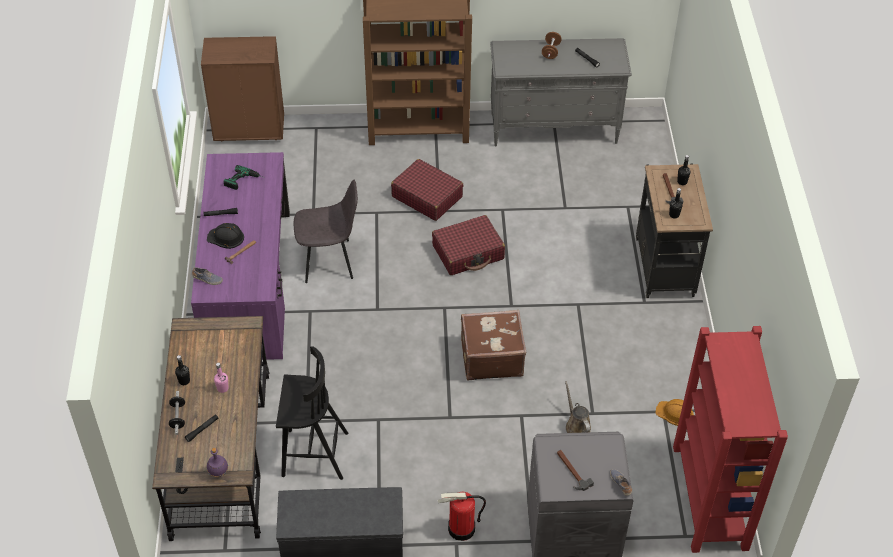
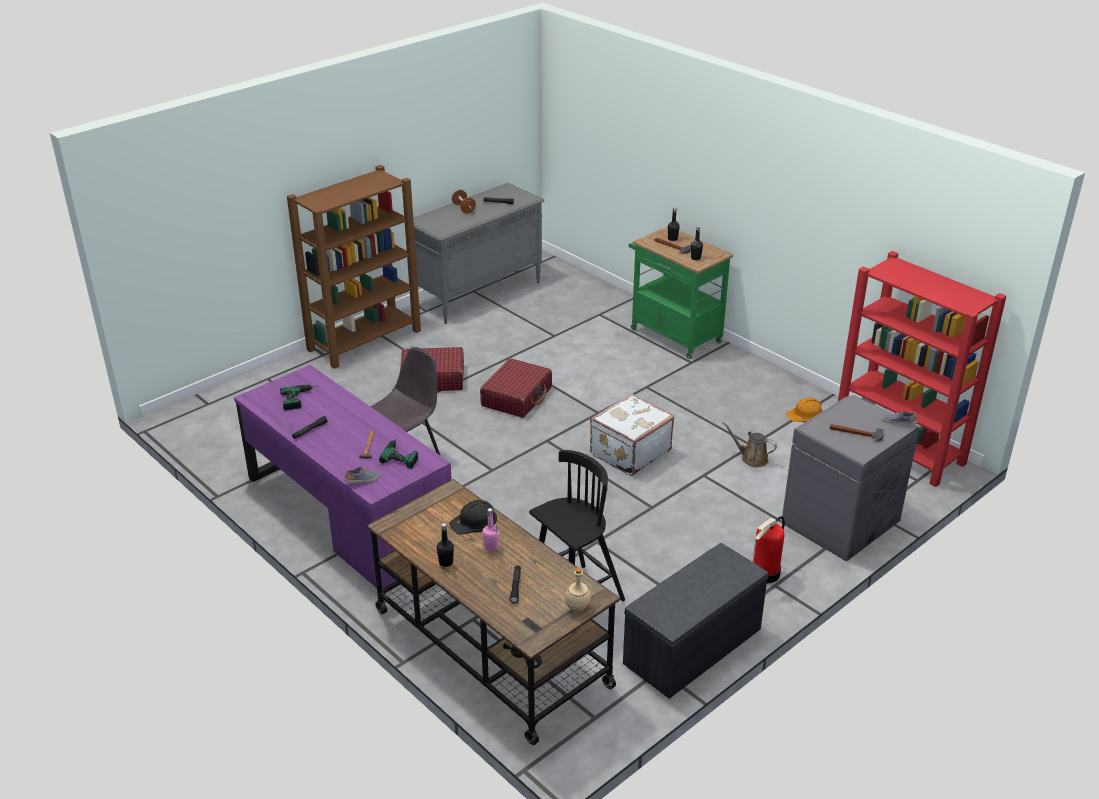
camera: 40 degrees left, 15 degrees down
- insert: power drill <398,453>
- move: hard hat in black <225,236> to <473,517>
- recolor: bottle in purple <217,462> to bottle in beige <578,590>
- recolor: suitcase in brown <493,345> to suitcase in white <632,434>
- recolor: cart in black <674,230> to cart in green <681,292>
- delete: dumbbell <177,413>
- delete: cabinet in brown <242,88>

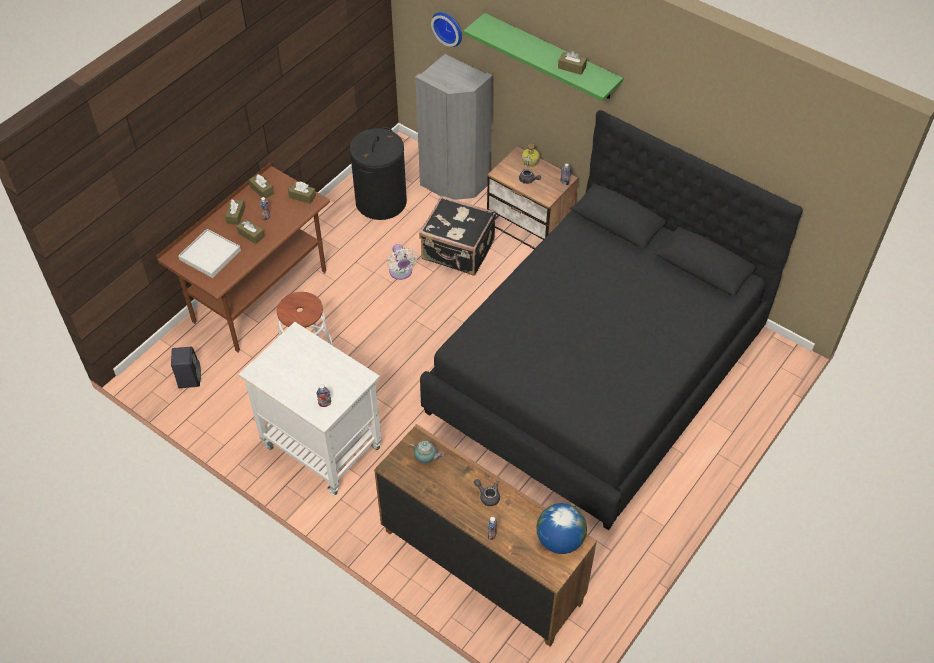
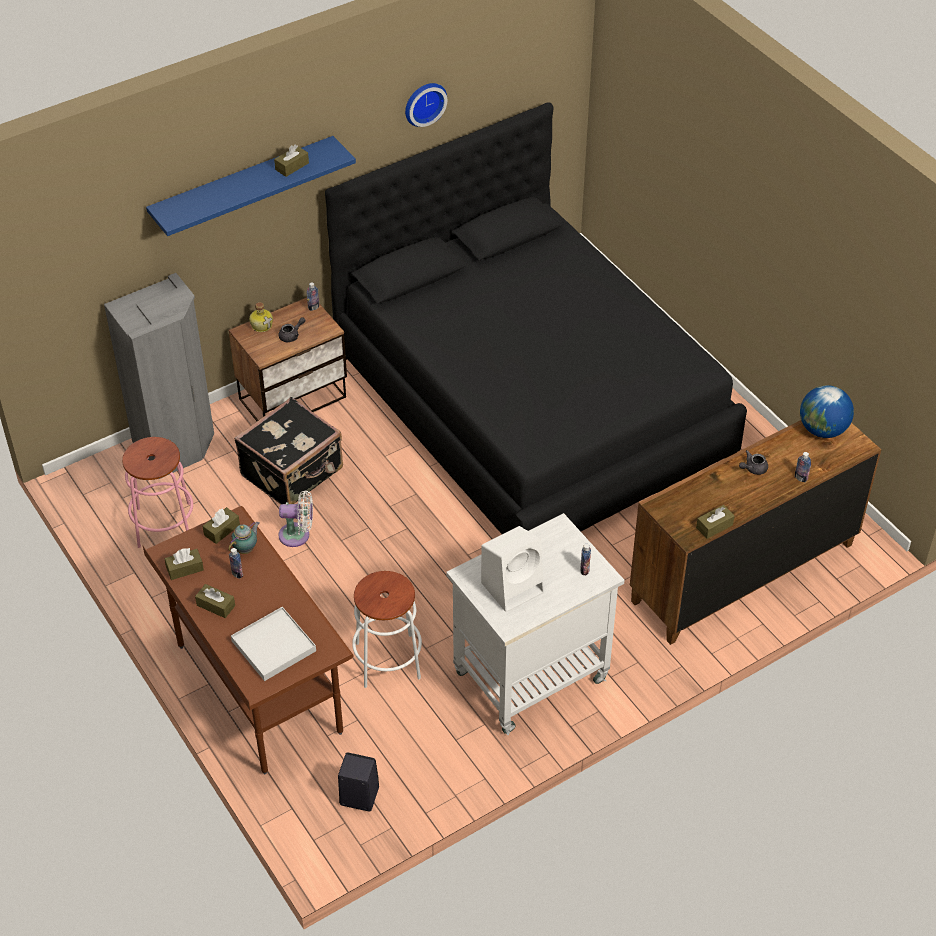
camera: 70 degrees left, 5 degrees down
- replace: laundry basket in black <378,173> to stool in pink <157,492>
- recolor: shelf in green <543,57> to shelf in blue <251,186>
- move: teapot <426,452> to <244,538>
- move: wall clock <446,29> to <426,105>
- insert: speaker in white <512,569>
- move: tissue box in brown <251,231> to <715,522>

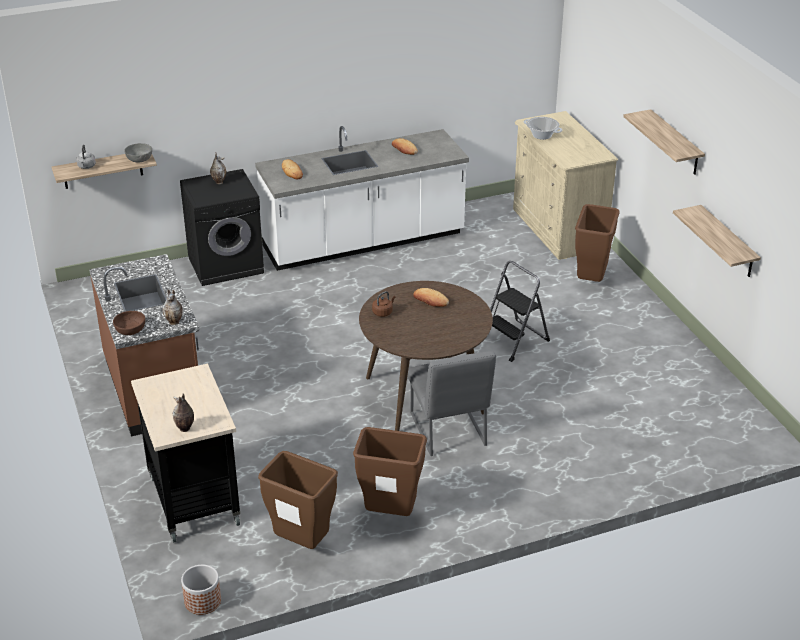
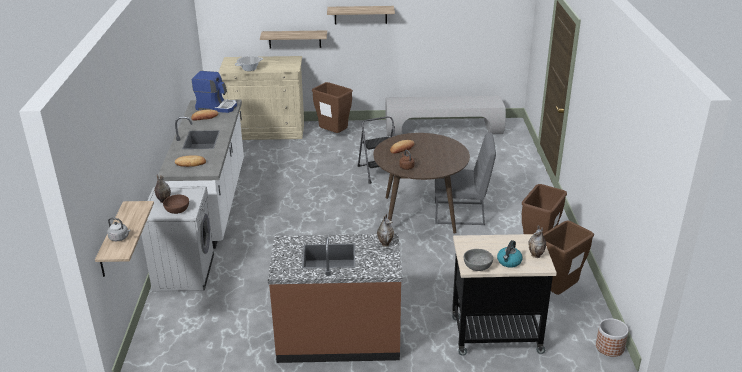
camera: 70 degrees left, 5 degrees down
- recolor: washing machine in black <222,227> to washing machine in white <177,238>
- move: bowl in brown <129,323> to <176,204>
- insert: coffee machine <214,92>
- move: shelf <717,241> to <293,39>
- insert: bench in grey <446,116>
- move: bowl in grey <138,152> to <478,260>
- insert: kettle <510,254>

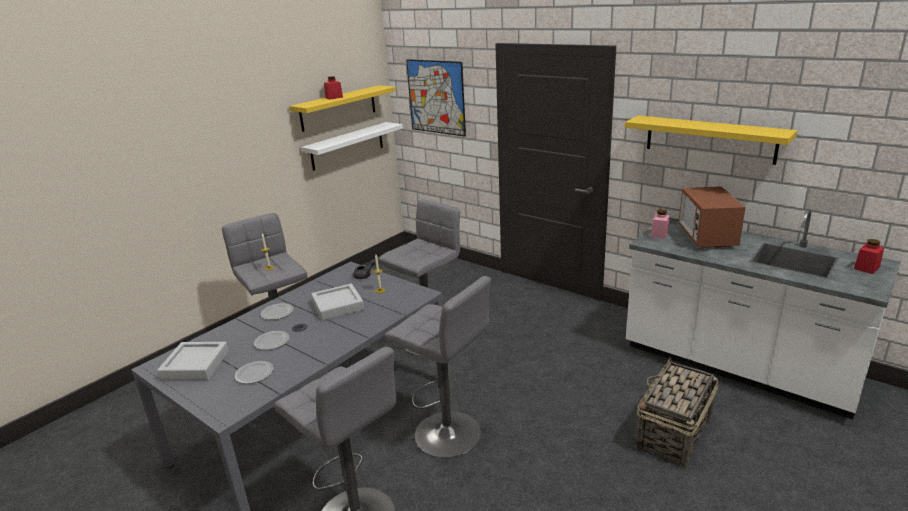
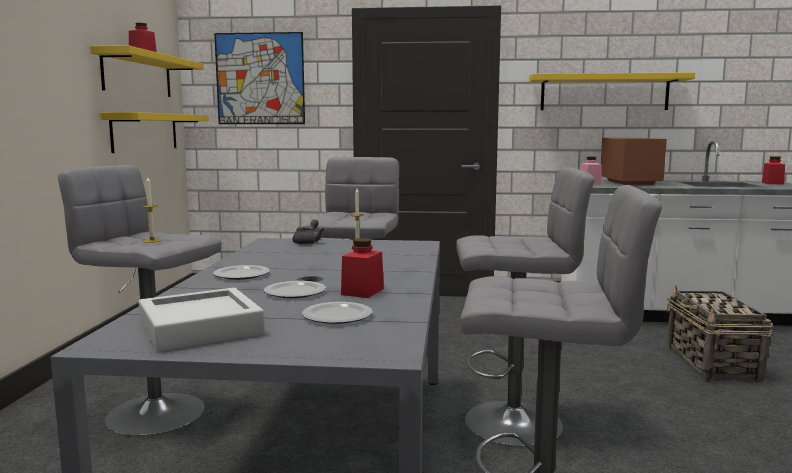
camera: 35 degrees left, 15 degrees down
- recolor: shelf in white <352,146> to shelf in yellow <154,132>
- insert: jar in red <362,268>
- rotate: microwave <712,217> = <634,161> 150 degrees counterclockwise
- delete: tray in grey <337,302>

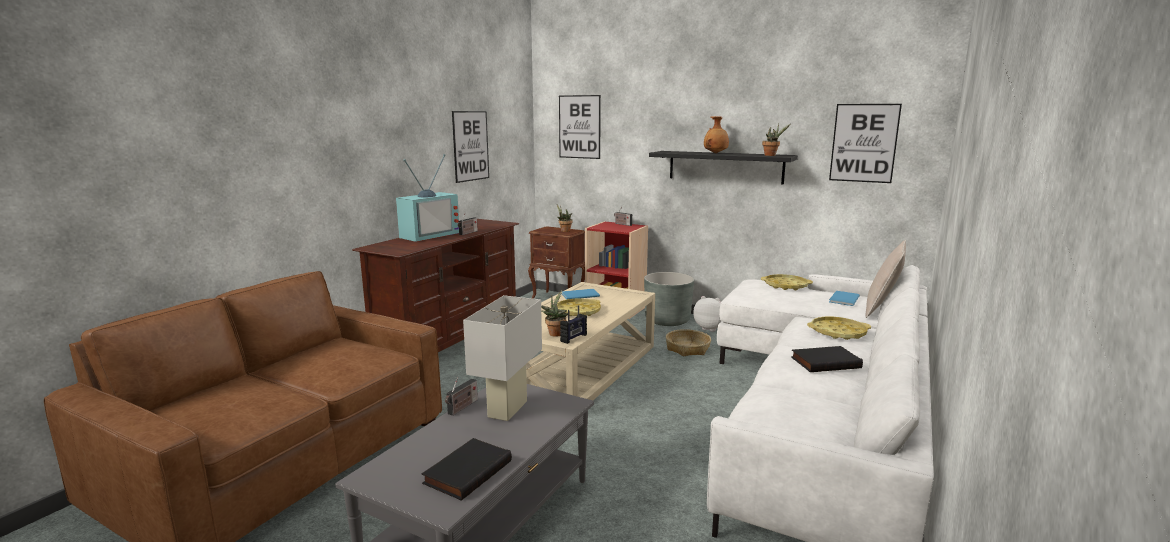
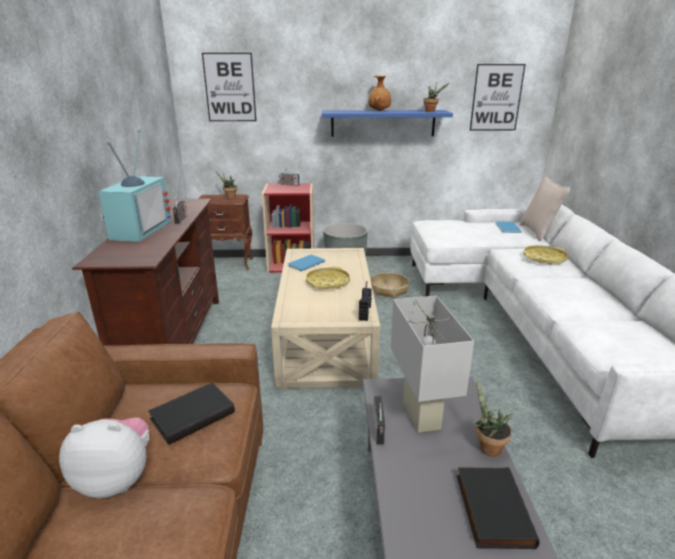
camera: 30 degrees left, 10 degrees up
- move: plush toy <707,314> to <104,458>
- move: book in black <827,359> to <191,413>
- recolor: shelf in black <723,168> to shelf in blue <387,123>
- move: potted plant <554,313> to <493,417>
- delete: picture <470,147>
- delete: tray in yellow <787,282>

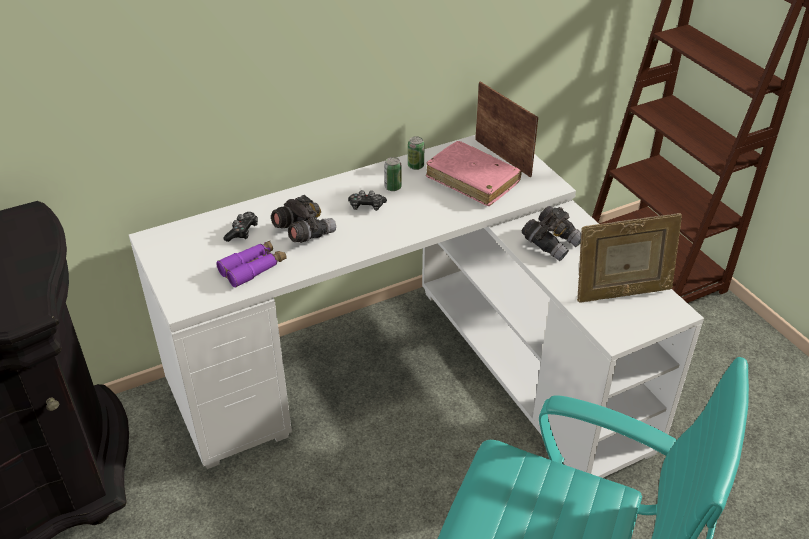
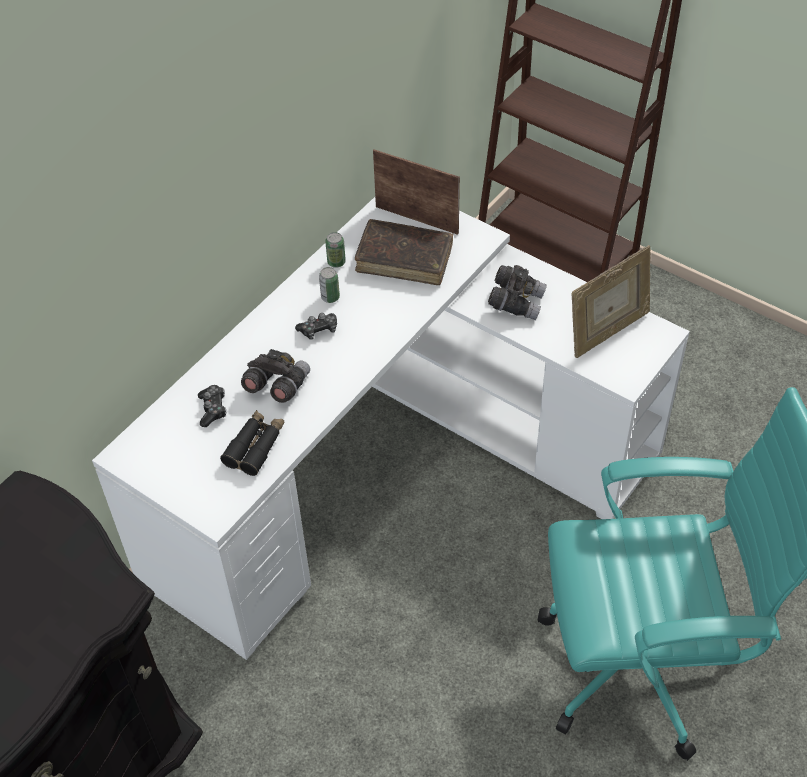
camera: 25 degrees left, 10 degrees up
- recolor: binoculars in purple <251,264> to binoculars in black <252,443>
- recolor: book in pink <474,173> to book in brown <404,252>

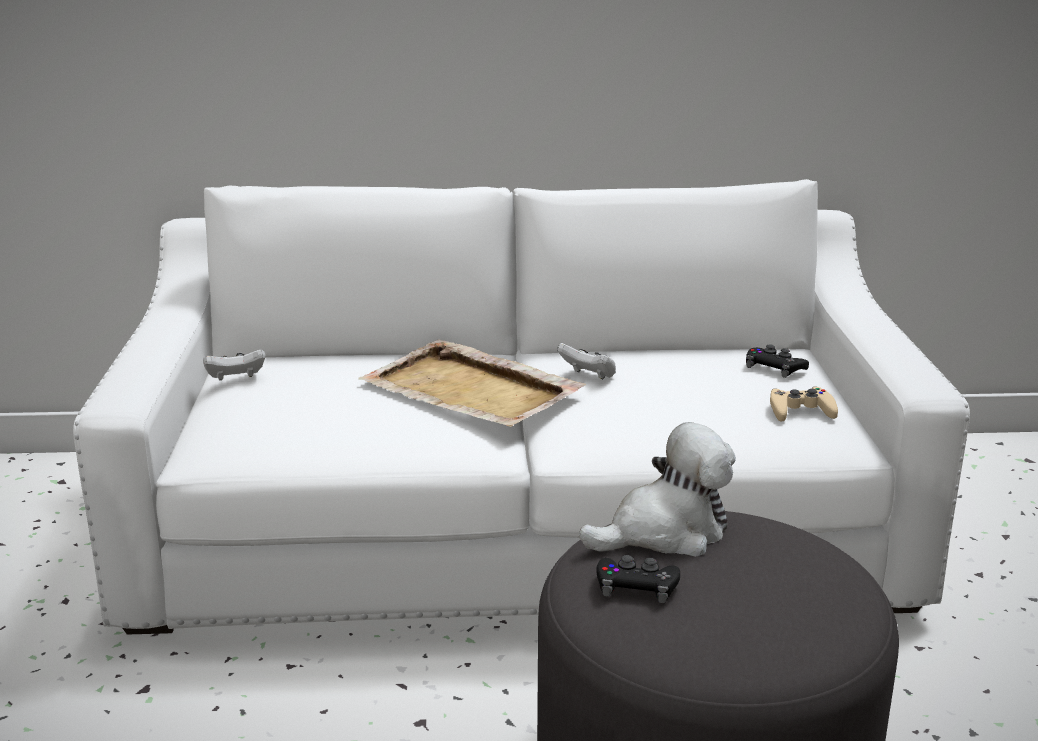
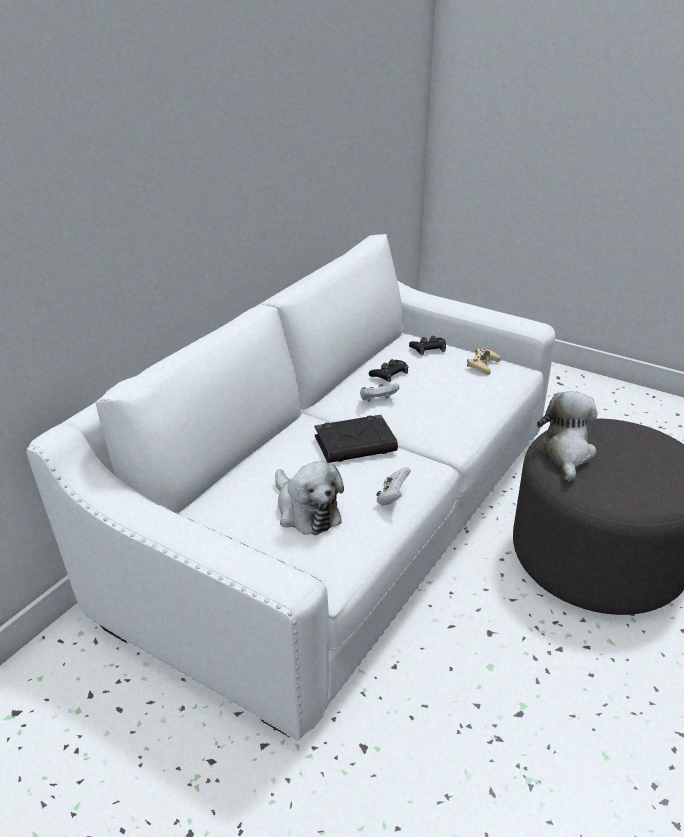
camera: 55 degrees left, 10 degrees up
- insert: plush toy <309,498>
- replace: tray in beige <472,383> to book in black <356,439>
- move: game controller in black <638,579> to <389,370>
- move: game controller in white <234,365> to <393,486>

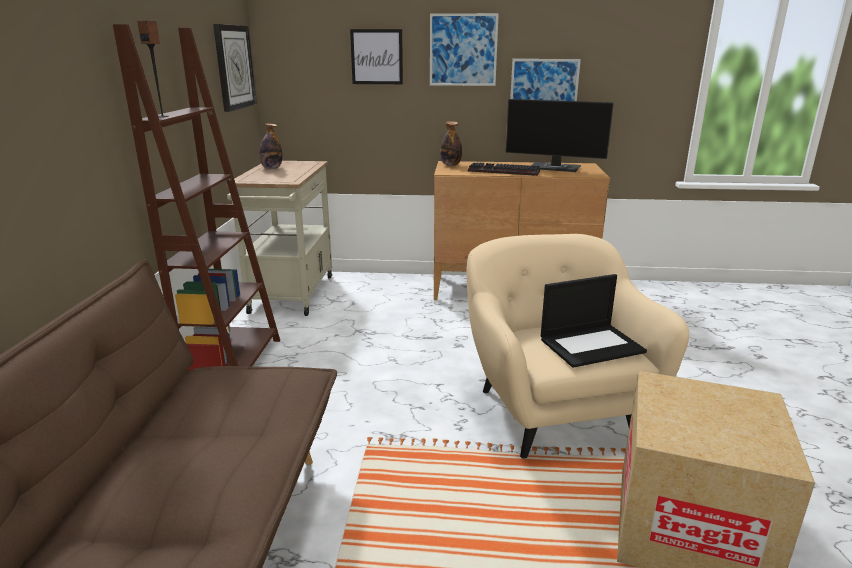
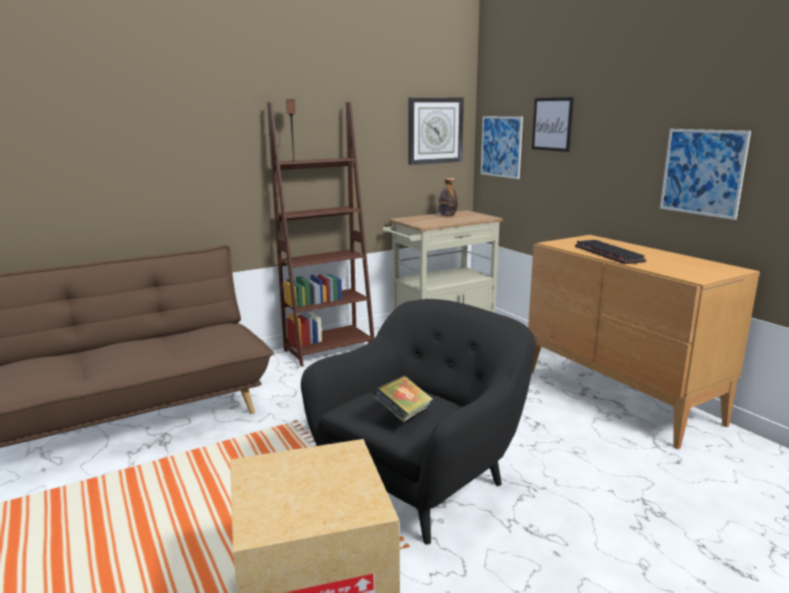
camera: 55 degrees right, 5 degrees down
- recolor: armchair in beige <577,346> to armchair in black <418,422>
- replace: laptop <594,321> to book <402,399>
- move: picture <464,49> to <502,147>
- delete: bottle <451,143>
- delete: monitor <559,135>

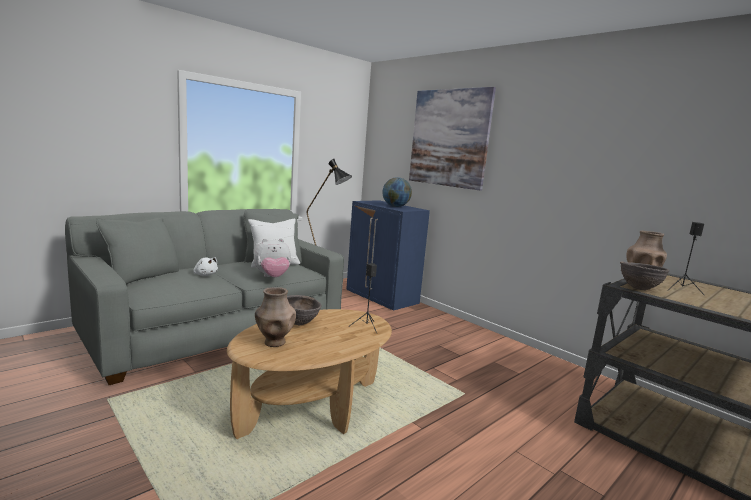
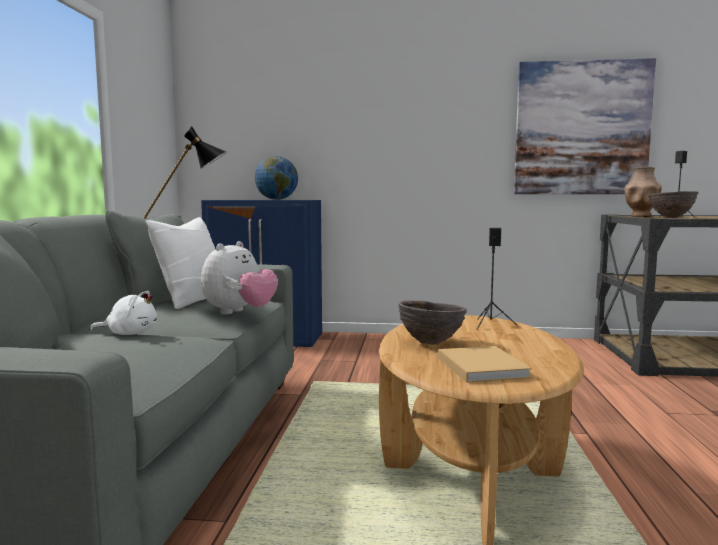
camera: 40 degrees left, 5 degrees down
- replace: vase in brown <275,317> to book in beige <485,364>
- move: picture <452,139> to <585,126>

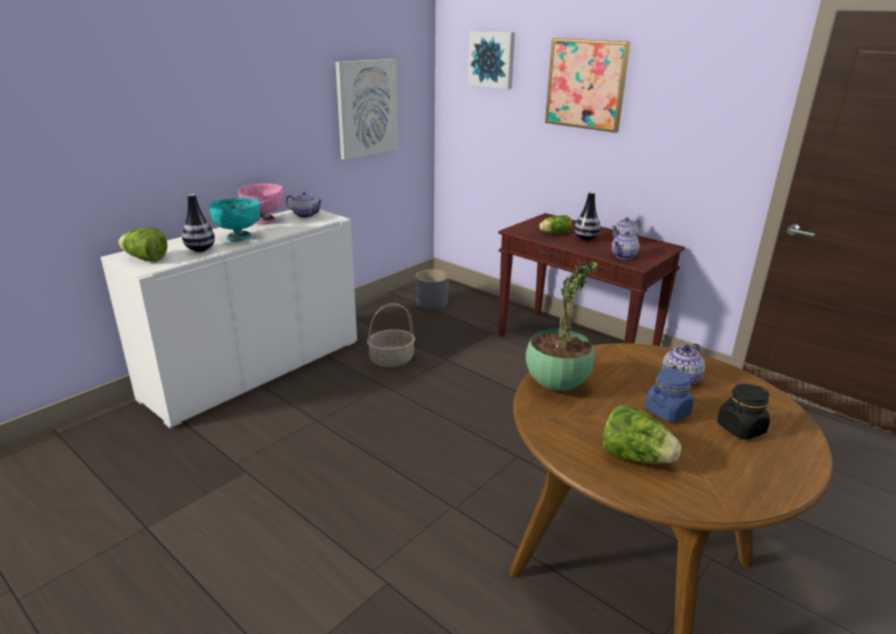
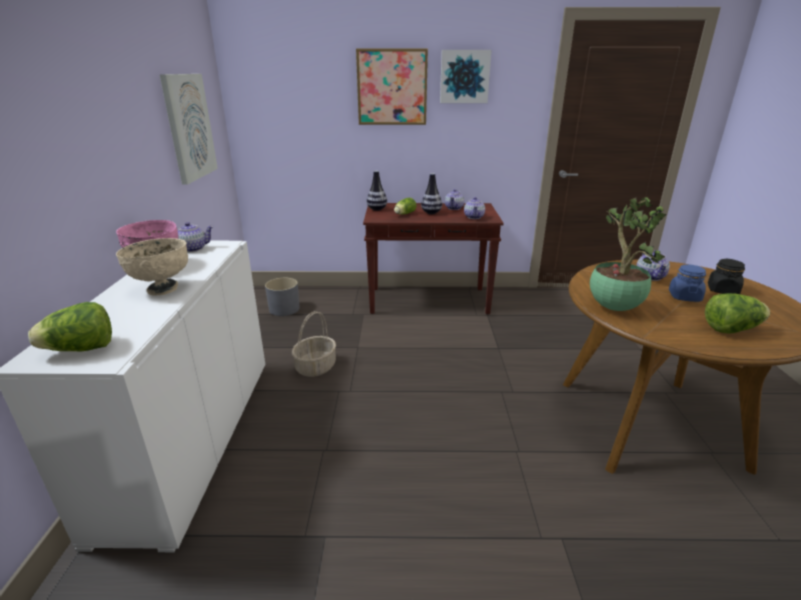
camera: 40 degrees left, 0 degrees up
- recolor: bowl in turquoise <234,220> to bowl in beige <152,266>
- move: vase <198,223> to <377,191>
- move: picture <491,60> to <466,76>

